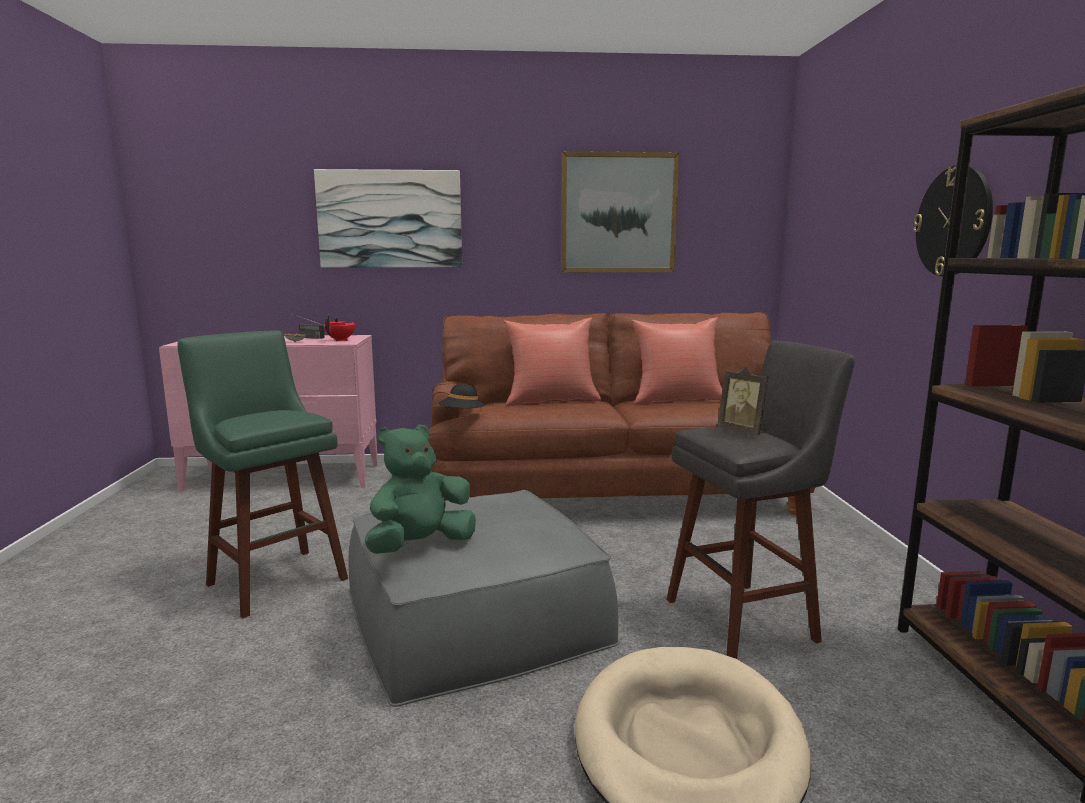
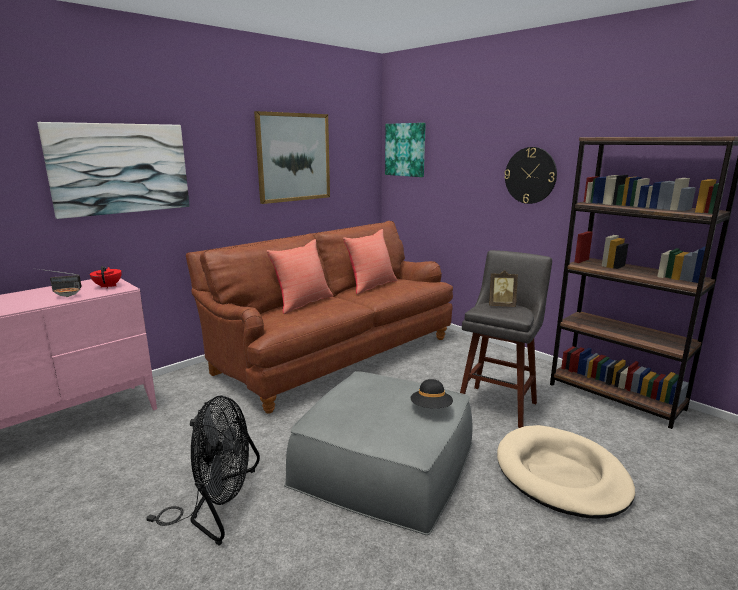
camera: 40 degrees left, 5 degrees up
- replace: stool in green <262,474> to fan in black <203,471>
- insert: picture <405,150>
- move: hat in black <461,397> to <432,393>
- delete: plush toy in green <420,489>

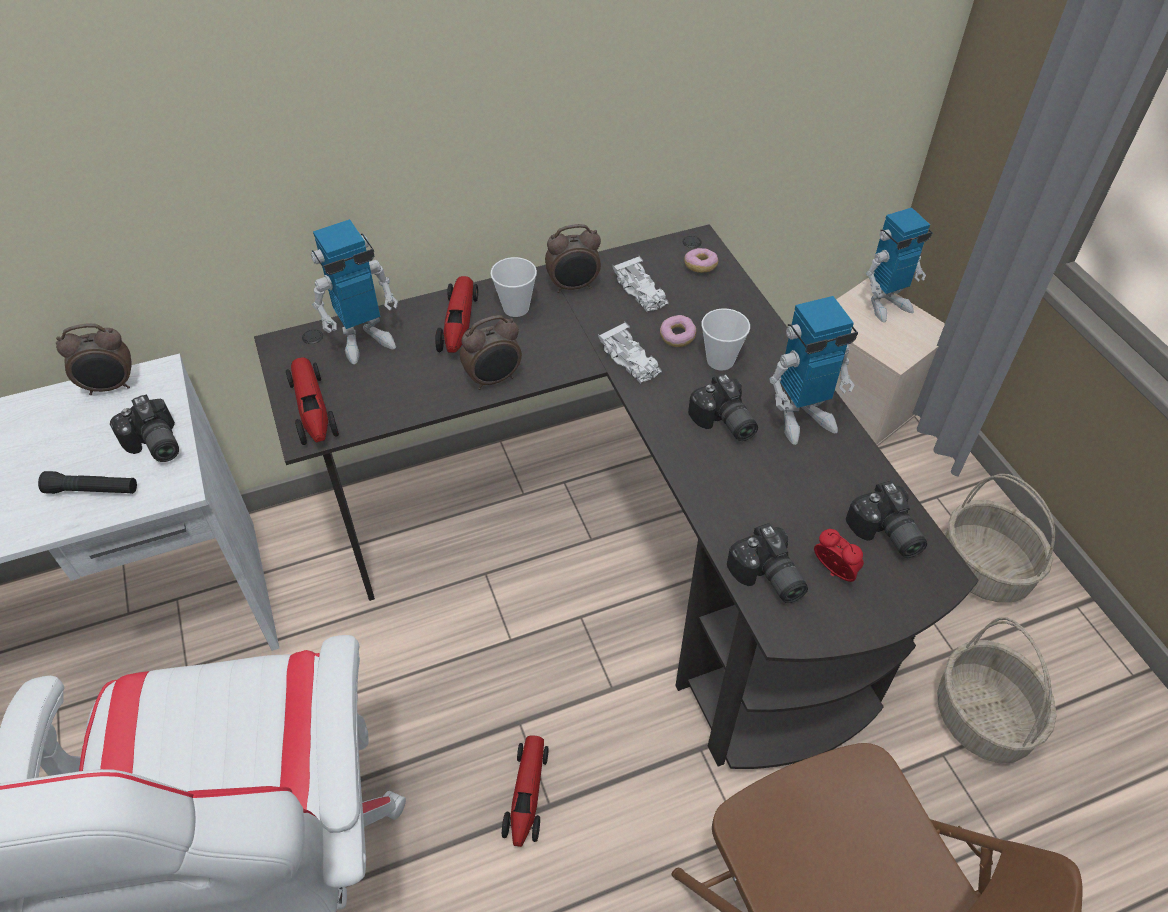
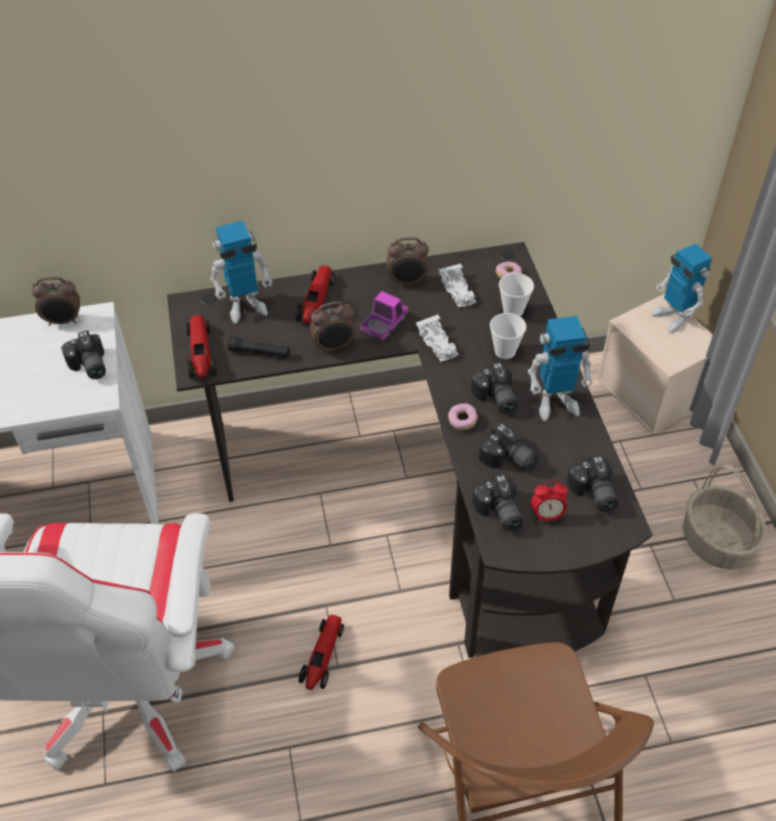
camera: 10 degrees right, 0 degrees up
- move: flashlight in black <87,482> to <259,347>
- insert: toy truck <384,316>
- move: donut <678,331> to <463,416>
- insert: photo camera <508,447>
- move: cup <514,287> to <516,294>
- rotate: alarm clock <839,555> = <549,501> 120 degrees clockwise
- rotate: toy robot <899,265> = <681,288> 75 degrees clockwise
- delete: basket <997,690>

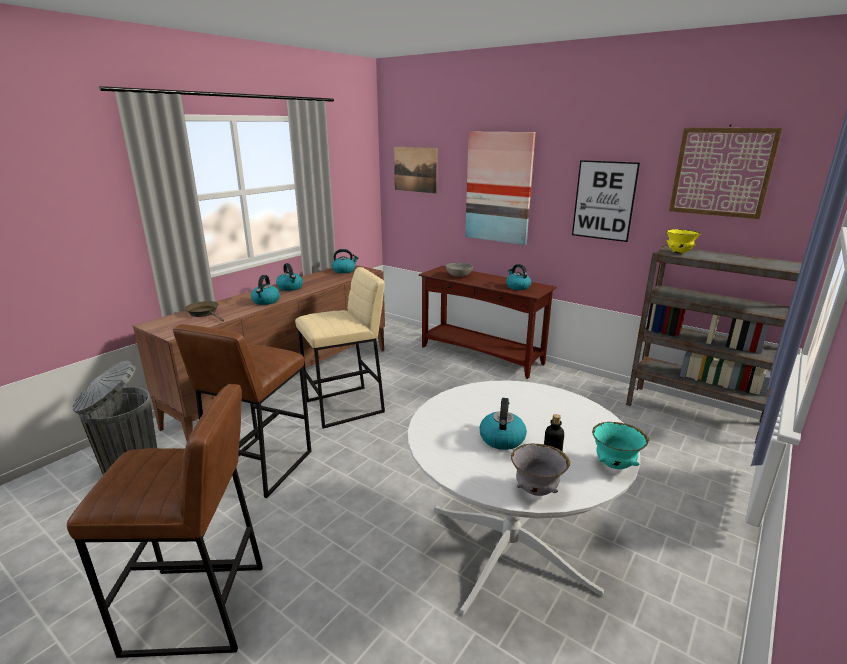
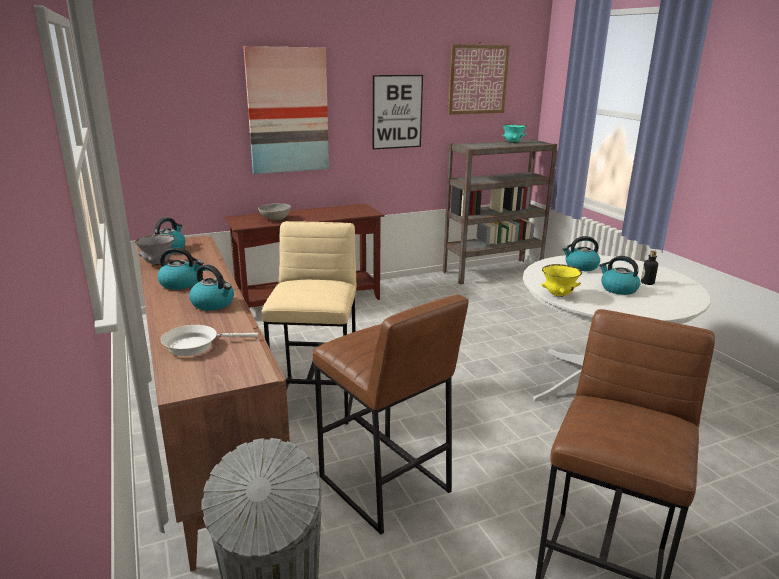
camera: 60 degrees left, 0 degrees up
- move: bowl in grey <541,469> to <155,249>
- recolor: frying pan in brown <204,311> to frying pan in white <209,340>
- move: bowl in turquoise <620,445> to <514,133>
- move: bowl in yellow <683,241> to <561,280>
- move: kettle <518,277> to <581,253>
- delete: picture <415,170>

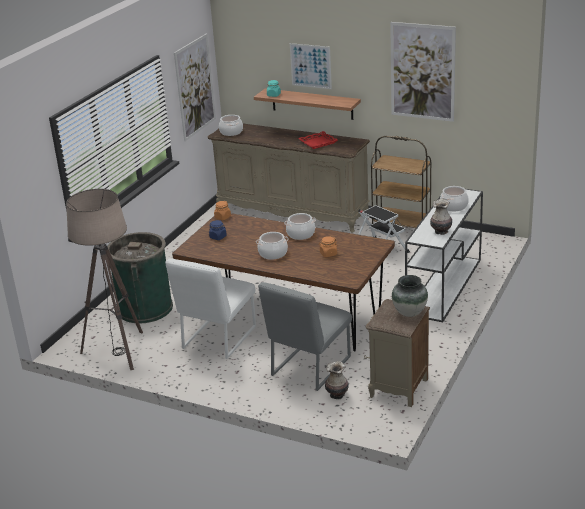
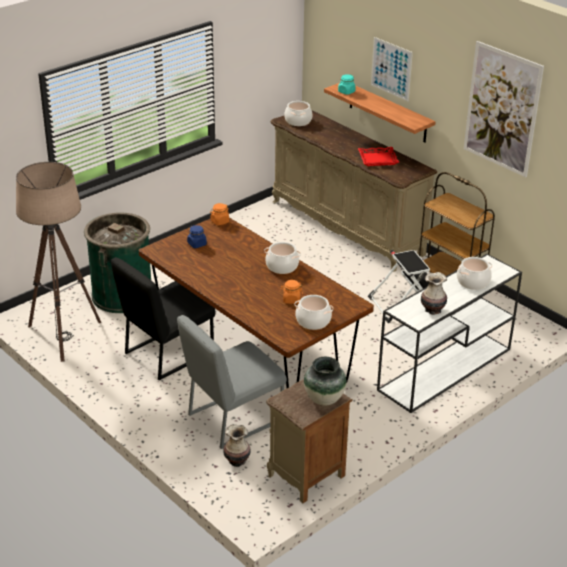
camera: 20 degrees right, 5 degrees up
- recolor: chair in white <210,309> to chair in black <163,318>
- move: cooking pot <272,246> to <314,312>
- delete: picture <195,87>

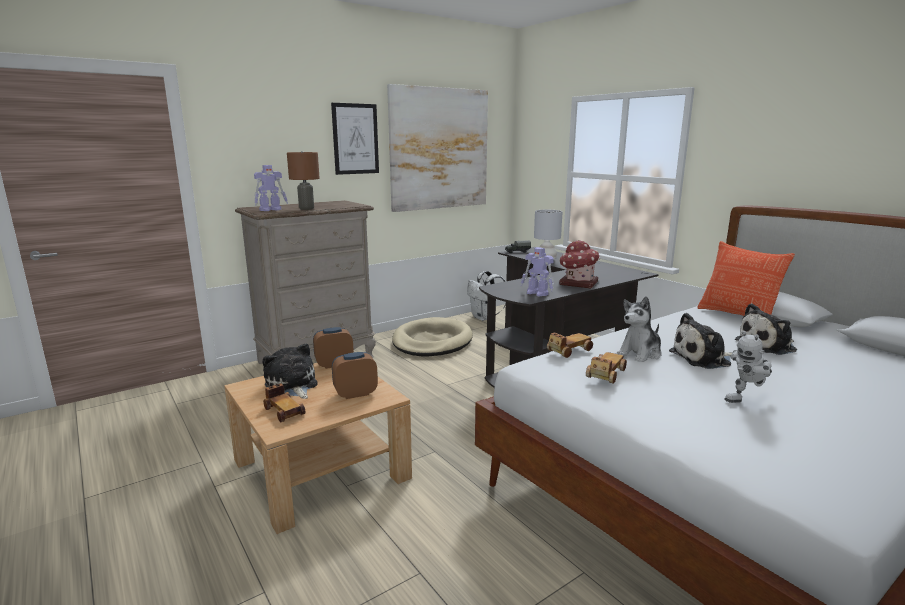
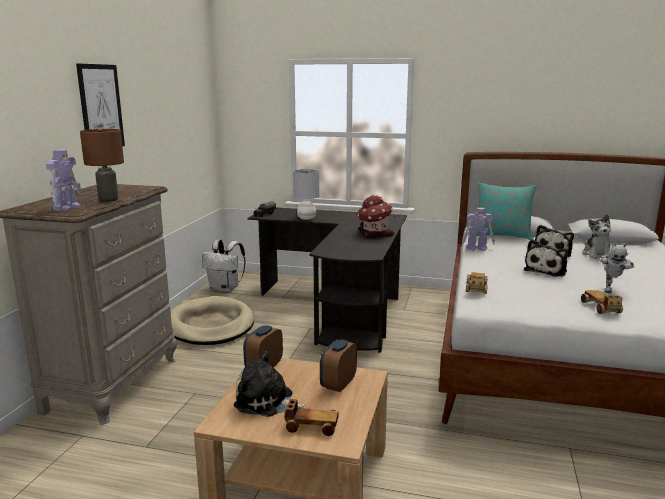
camera: 40 degrees left, 0 degrees up
- move: toy robot <537,272> to <479,229>
- recolor: pillow in orange <746,278> to pillow in turquoise <505,211>
- move: toy car <606,368> to <602,302>
- move: plush toy <639,329> to <596,236>
- delete: picture <437,148>

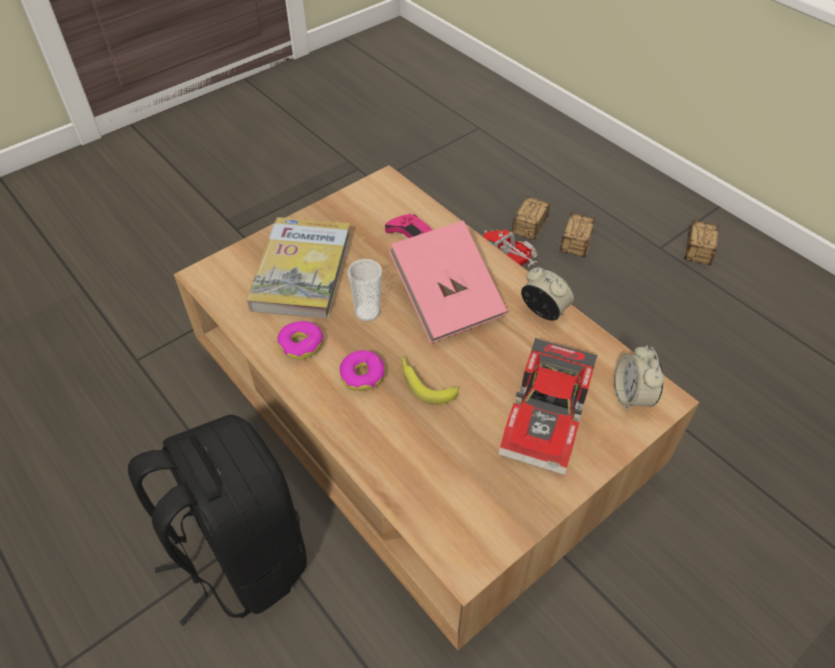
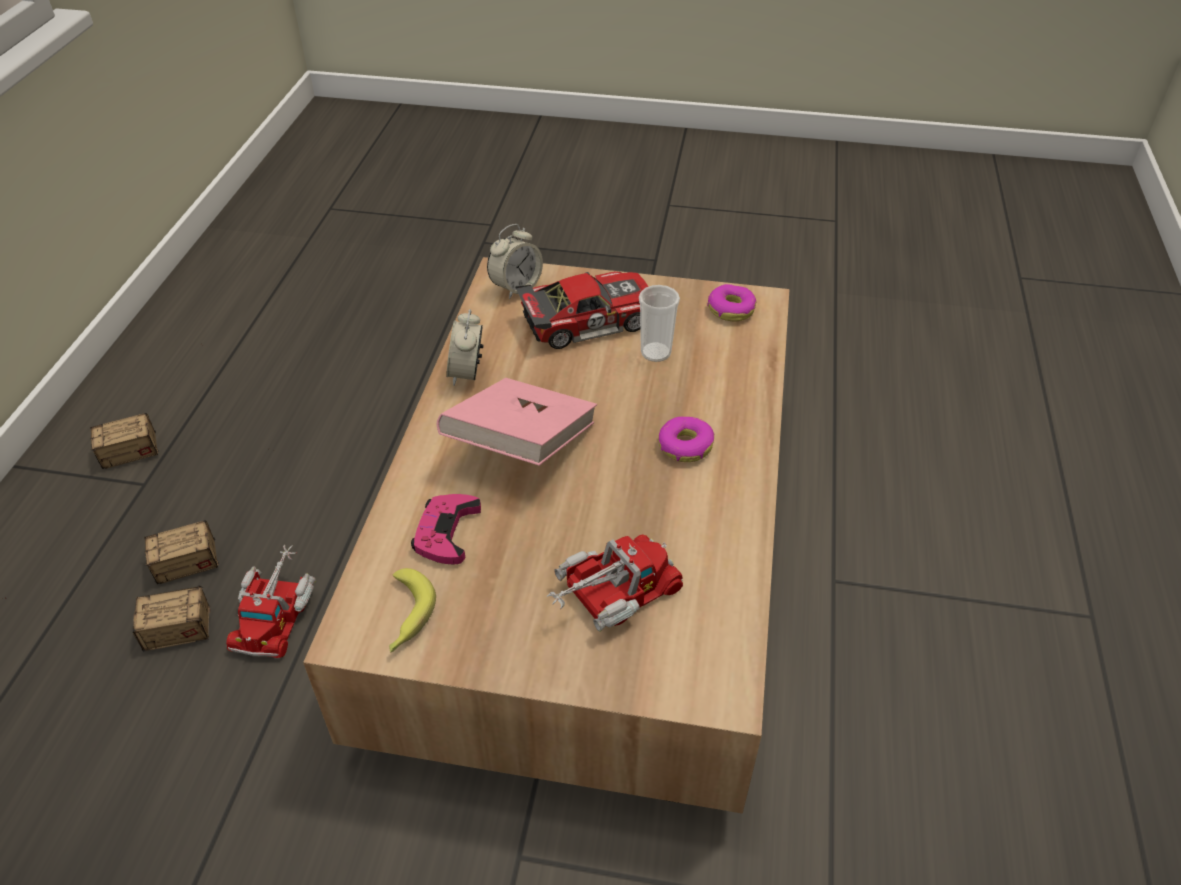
camera: 130 degrees left, 5 degrees down
- move: banana <430,380> to <412,610>
- replace: book <298,268> to toy truck <614,583>
- move: cup <364,290> to <659,323>
- move: donut <300,340> to <731,302>
- delete: backpack in black <217,520>

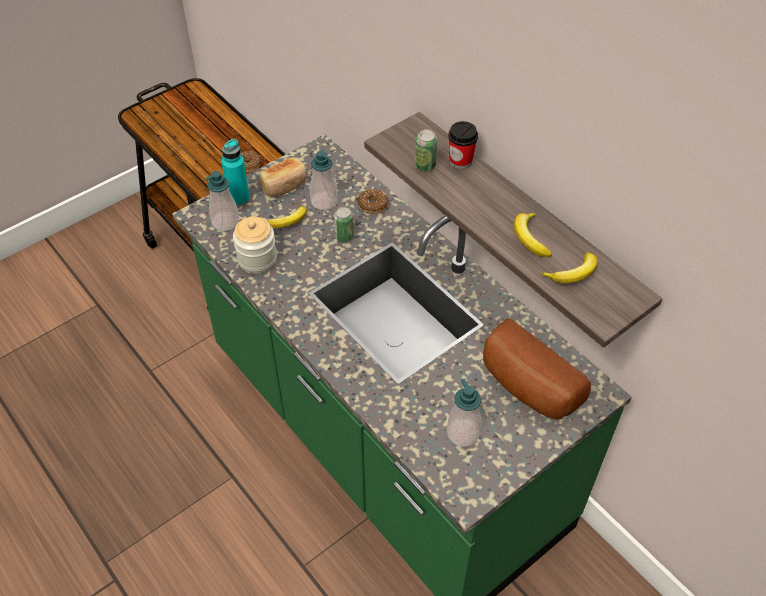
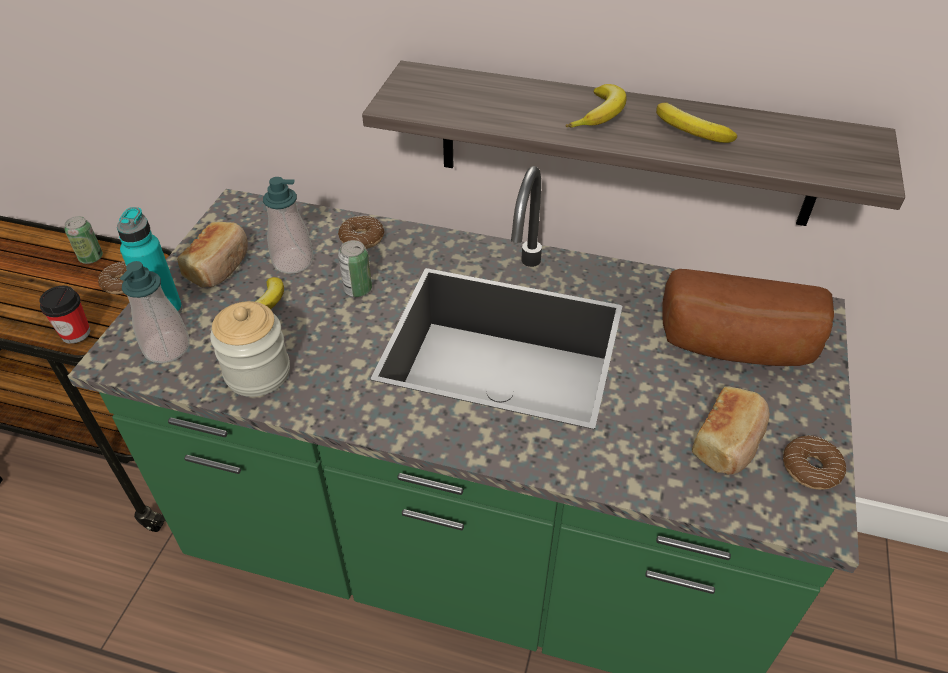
camera: 35 degrees left, 5 degrees down
- move: cup <463,145> to <64,315>
- move: can <426,150> to <84,240>
- move: banana <569,267> to <596,105>
- replace: soap dispenser <464,412> to bread <731,430>
- insert: donut <814,462>

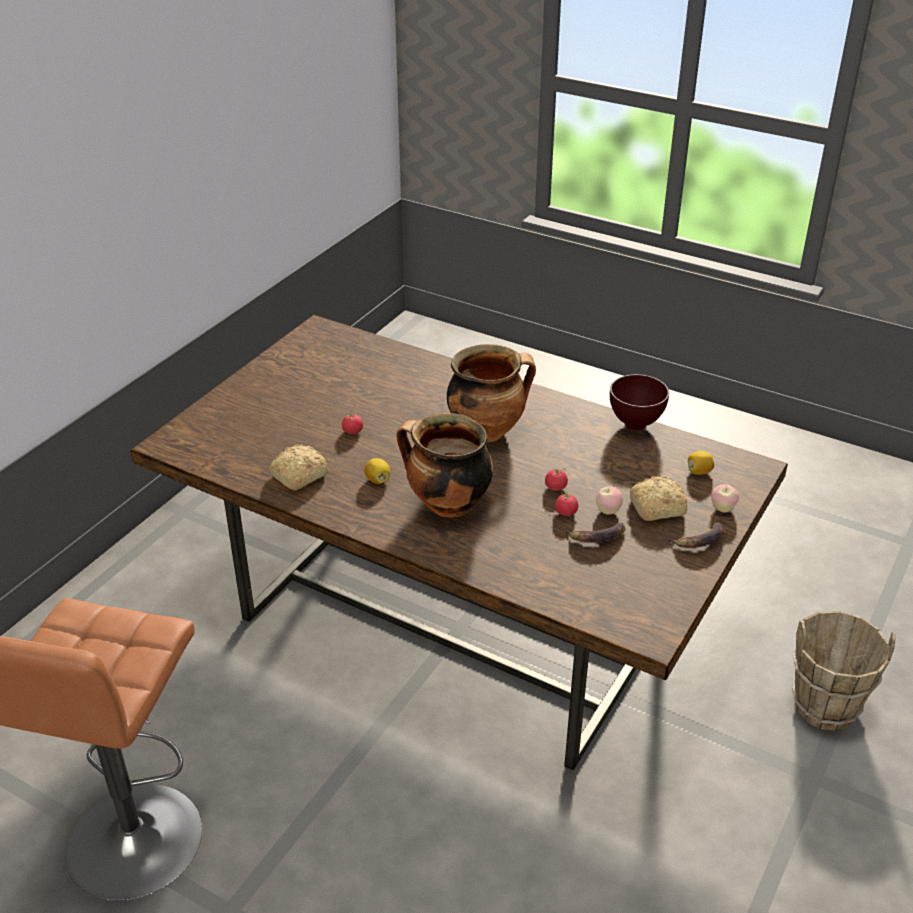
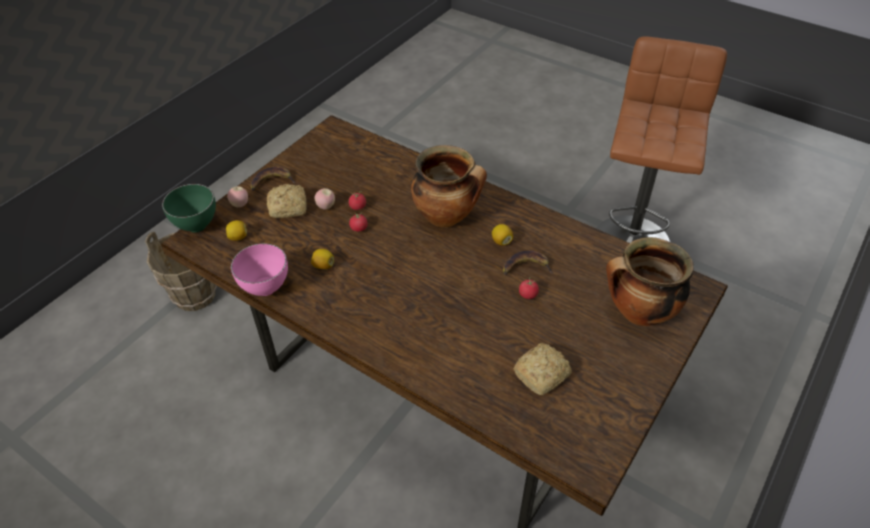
camera: 175 degrees left, 10 degrees up
- insert: bowl in green <189,208>
- recolor: bowl in brown <639,402> to bowl in pink <259,269>
- insert: lemon <322,259>
- move: banana <594,532> to <528,263>
- move: bread <299,467> to <542,369>
- move: cooking pot <491,393> to <650,281>

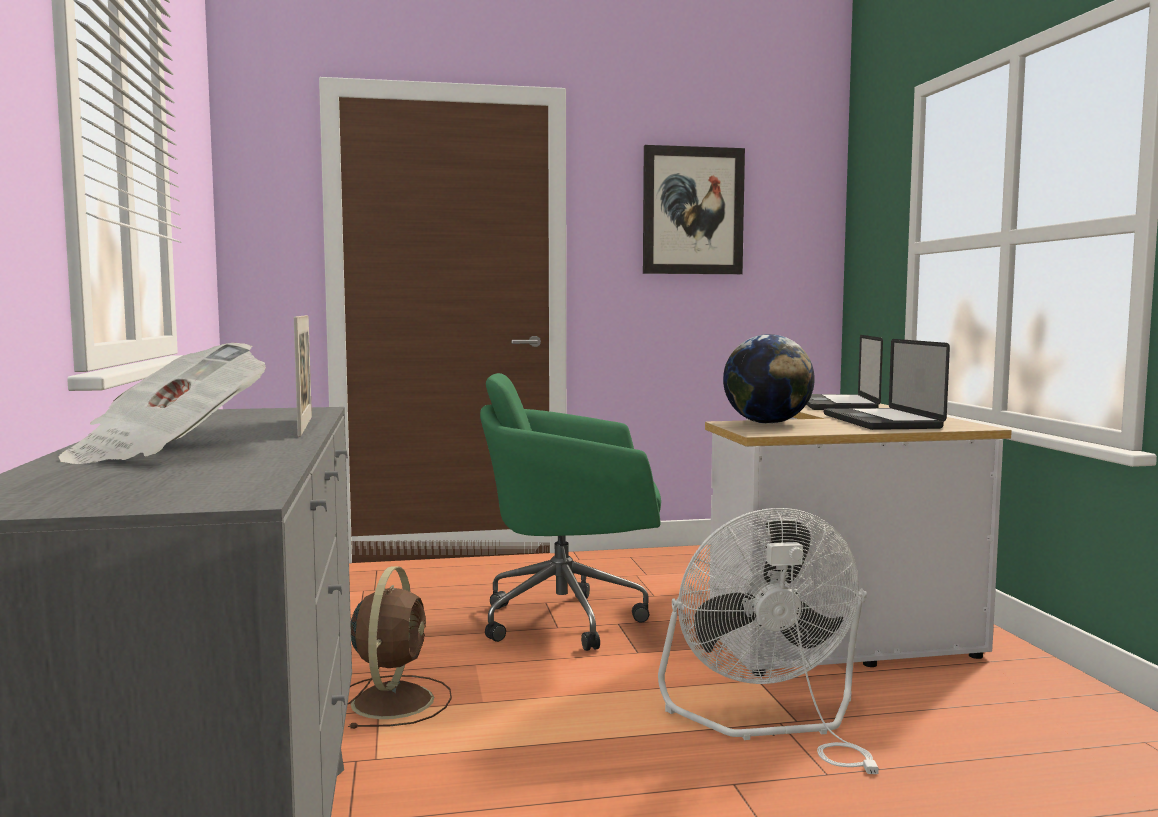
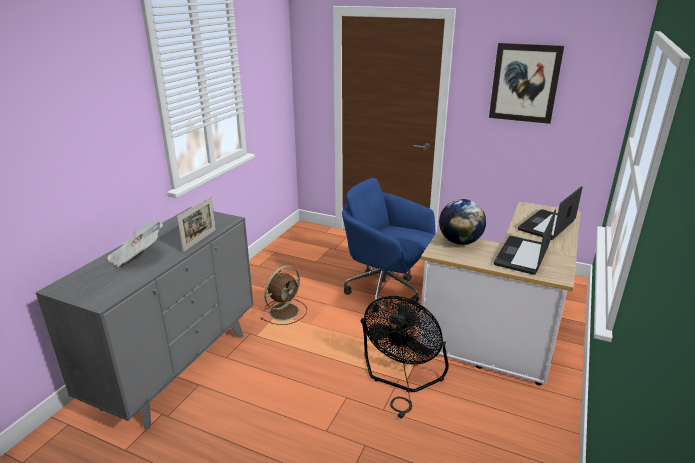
camera: 35 degrees right, 20 degrees up
- recolor: office chair in green <570,512> to office chair in blue <389,245>
- recolor: fan in white <768,641> to fan in black <405,357>

